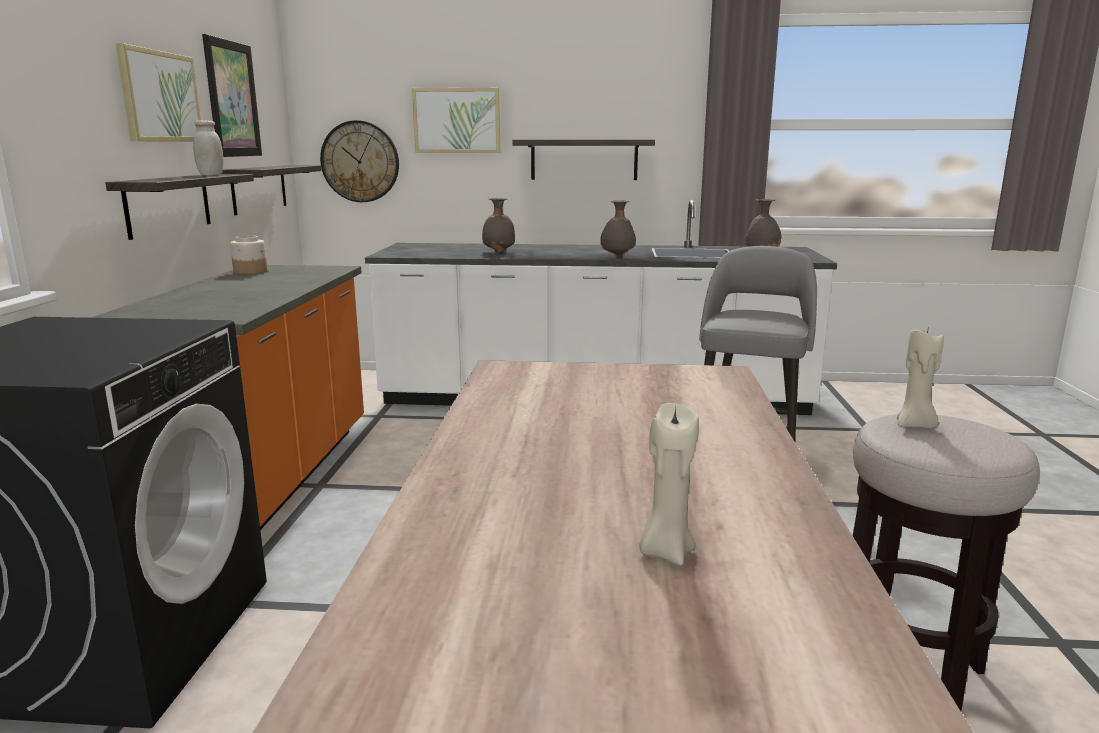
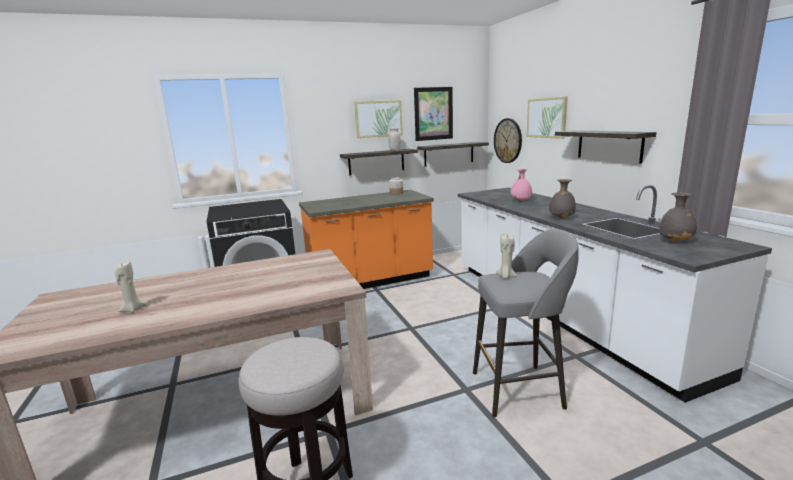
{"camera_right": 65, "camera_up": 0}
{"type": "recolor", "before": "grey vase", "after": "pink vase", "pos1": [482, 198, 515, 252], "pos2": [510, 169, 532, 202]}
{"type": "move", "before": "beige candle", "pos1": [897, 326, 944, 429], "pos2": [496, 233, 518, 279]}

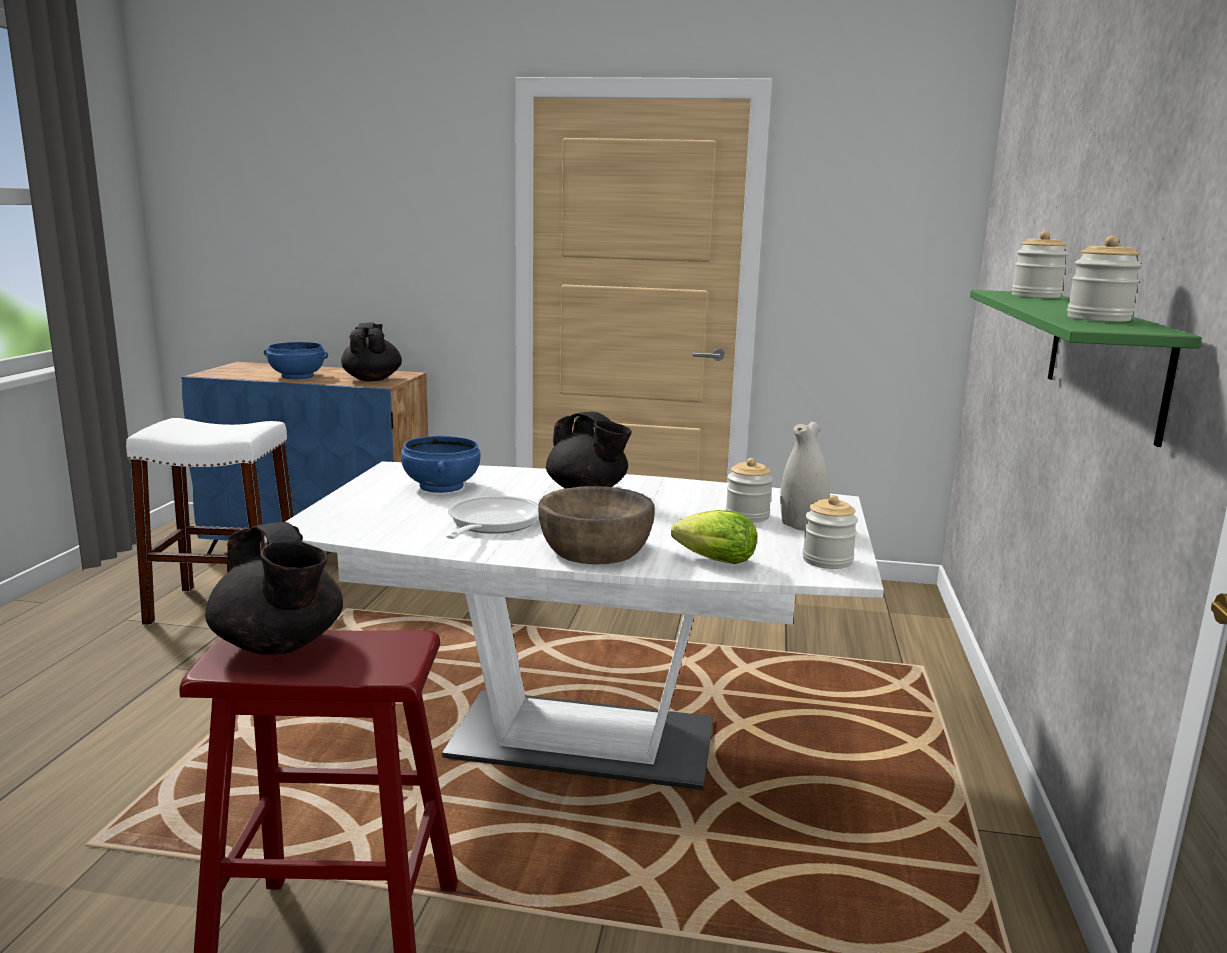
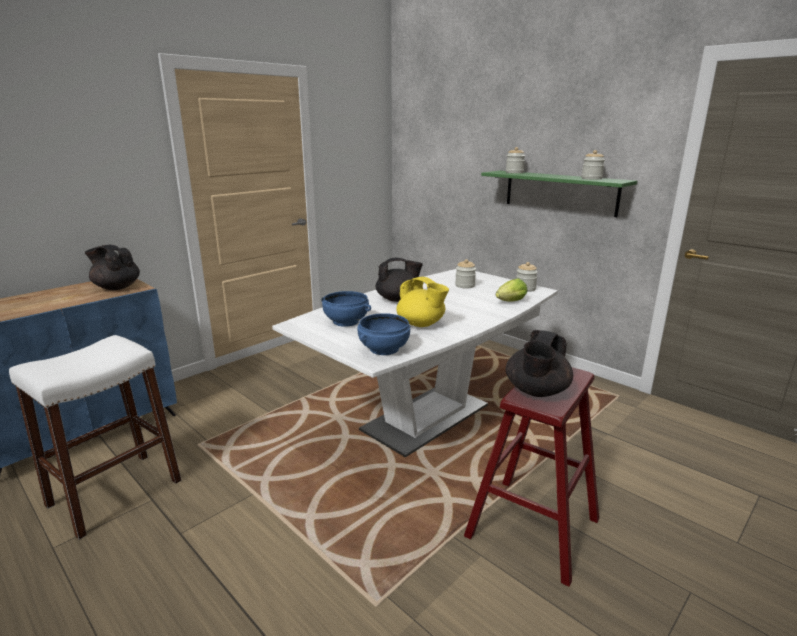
{"camera_right": -55, "camera_up": 5}
{"type": "move", "before": "blue bowl", "pos1": [264, 342, 328, 379], "pos2": [357, 313, 410, 355]}
{"type": "delete", "before": "white vase", "pos1": [780, 422, 830, 531]}
{"type": "delete", "before": "brown bowl", "pos1": [538, 486, 655, 564]}
{"type": "replace", "before": "frying pan", "after": "yellow teapot", "pos1": [446, 496, 539, 539], "pos2": [397, 277, 449, 327]}
{"type": "rotate", "before": "black teapot", "pos1": [205, 522, 343, 655], "pos2": [506, 330, 573, 397], "turn": 120}

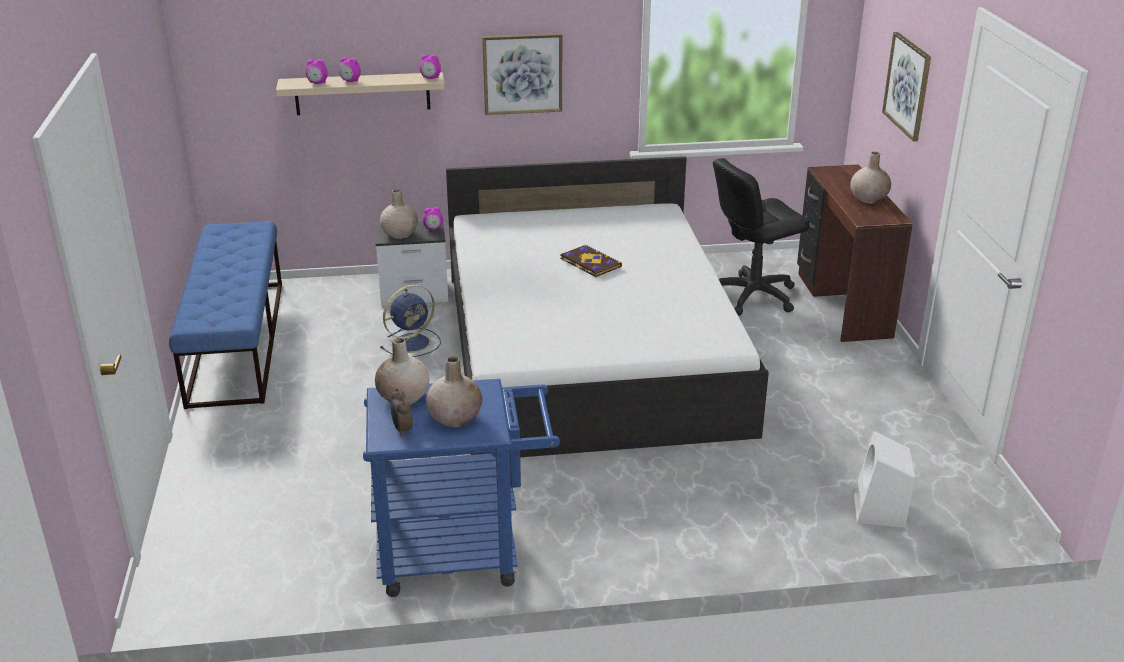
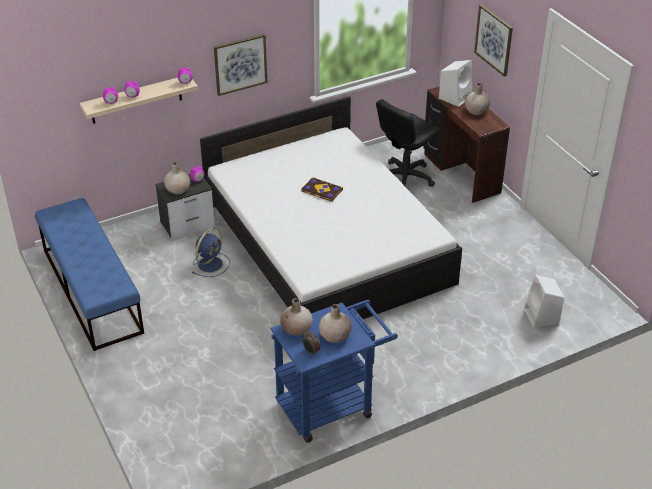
{"camera_right": -20, "camera_up": 10}
{"type": "insert", "after": "white speaker", "pos2": [439, 60, 472, 107]}

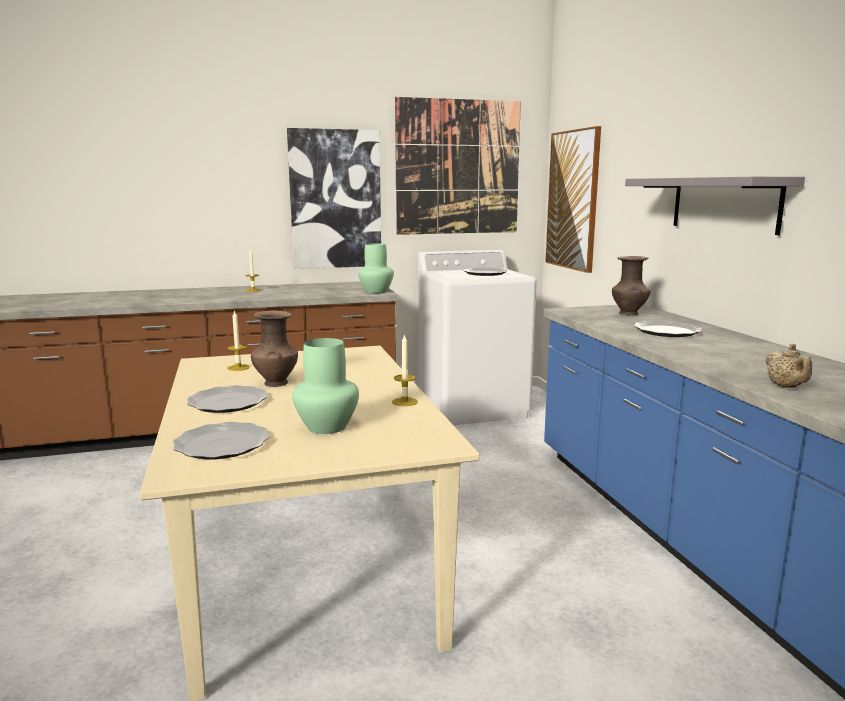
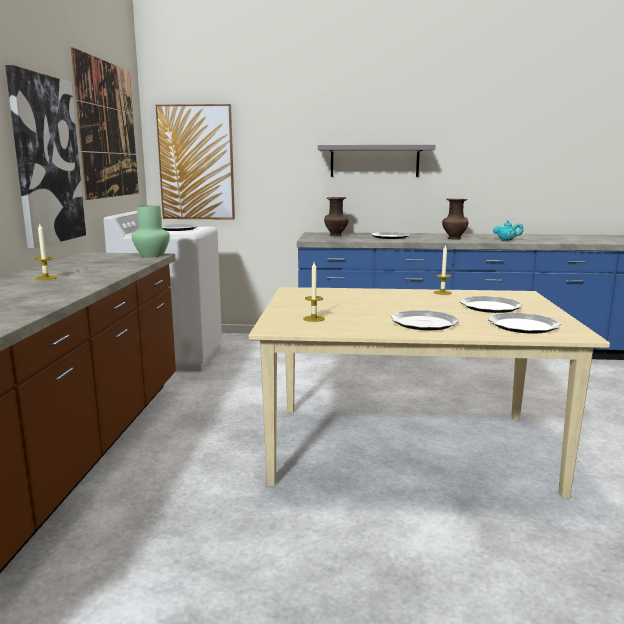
{"camera_right": -70, "camera_up": 0}
{"type": "move", "before": "brown vase", "pos1": [251, 310, 298, 387], "pos2": [442, 198, 469, 240]}
{"type": "replace", "before": "green vase", "after": "plate", "pos1": [292, 338, 359, 434], "pos2": [460, 296, 522, 313]}
{"type": "recolor", "before": "beige teapot", "after": "turquoise teapot", "pos1": [765, 344, 812, 388], "pos2": [493, 220, 523, 241]}

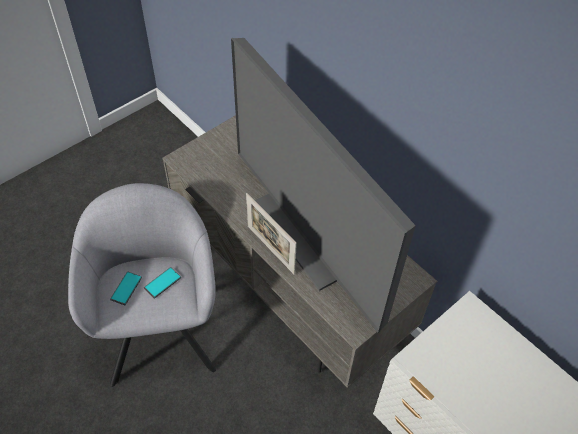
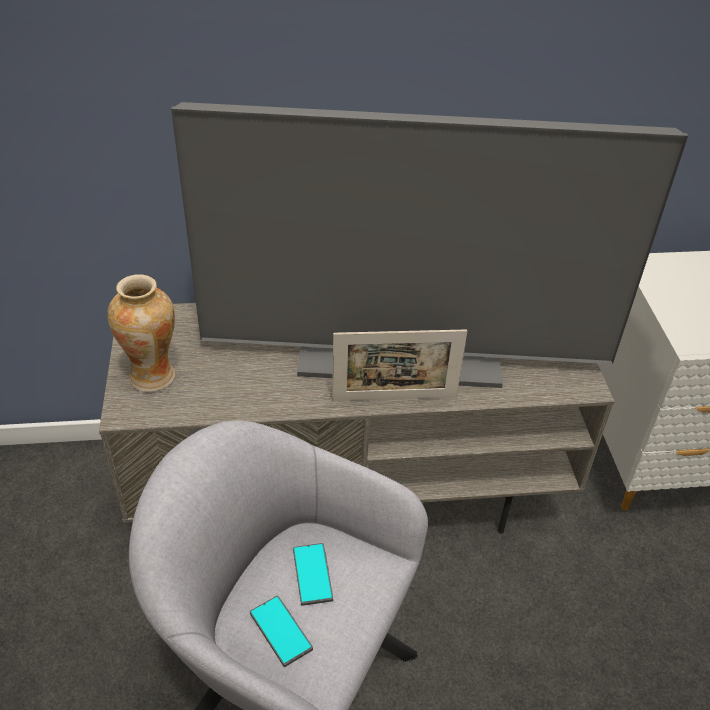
{"camera_right": -55, "camera_up": -10}
{"type": "insert", "after": "vase", "pos2": [107, 274, 175, 392]}

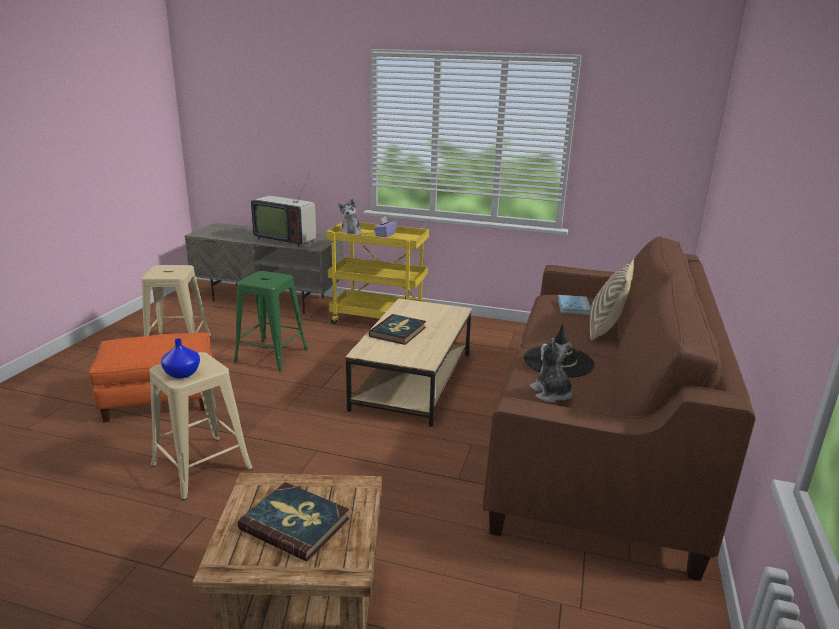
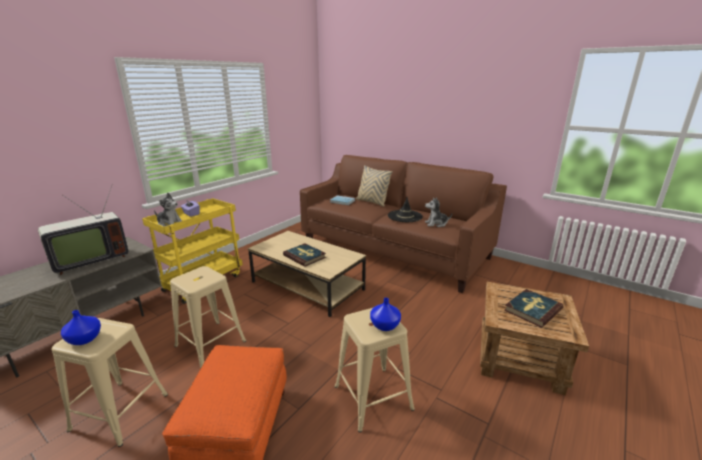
{"camera_right": -70, "camera_up": 0}
{"type": "recolor", "before": "green stool", "after": "beige stool", "pos1": [233, 271, 308, 372], "pos2": [170, 266, 246, 369]}
{"type": "insert", "after": "blue vase", "pos2": [61, 310, 101, 345]}

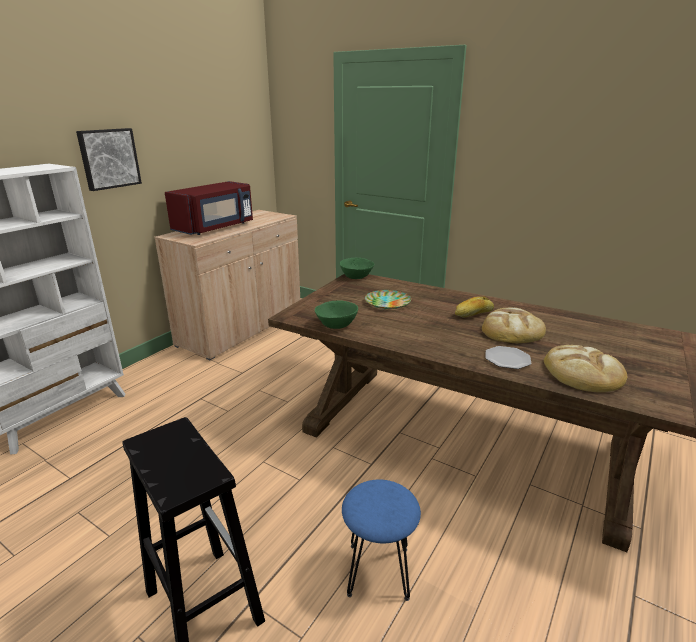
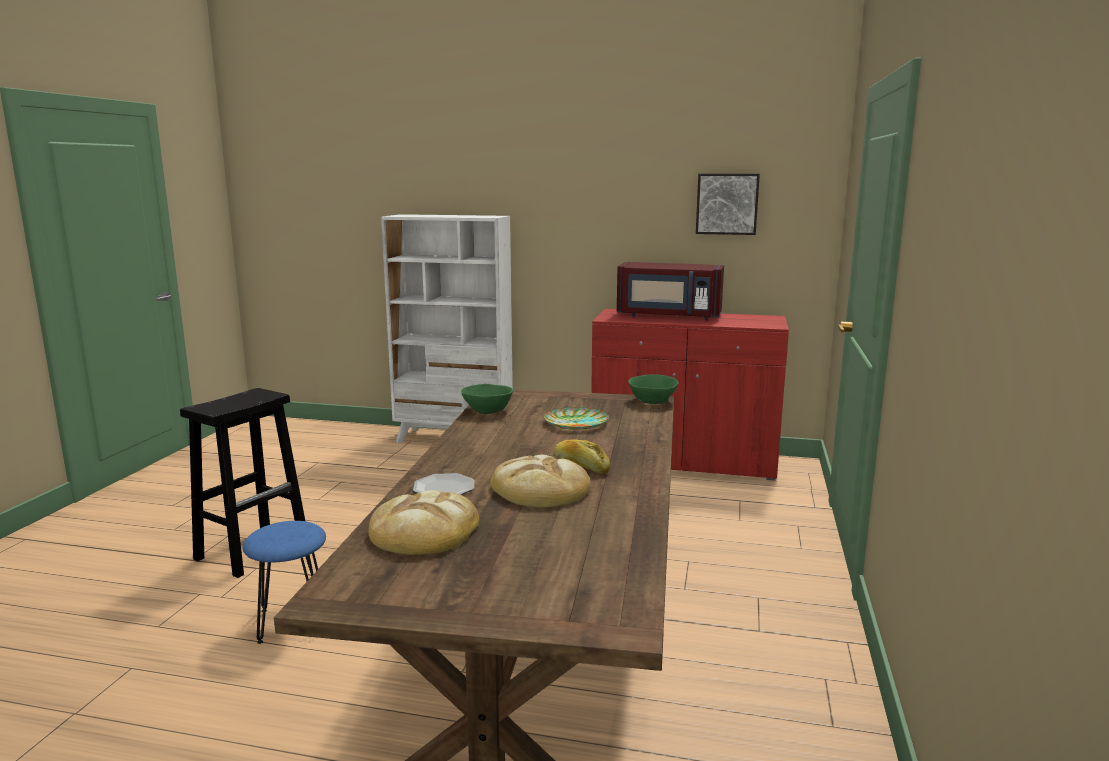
{"camera_right": 70, "camera_up": -10}
{"type": "move", "before": "picture", "pos1": [76, 128, 142, 191], "pos2": [696, 174, 760, 235]}
{"type": "recolor", "before": "beige cabinet", "after": "red cabinet", "pos1": [154, 210, 300, 360], "pos2": [591, 309, 789, 481]}

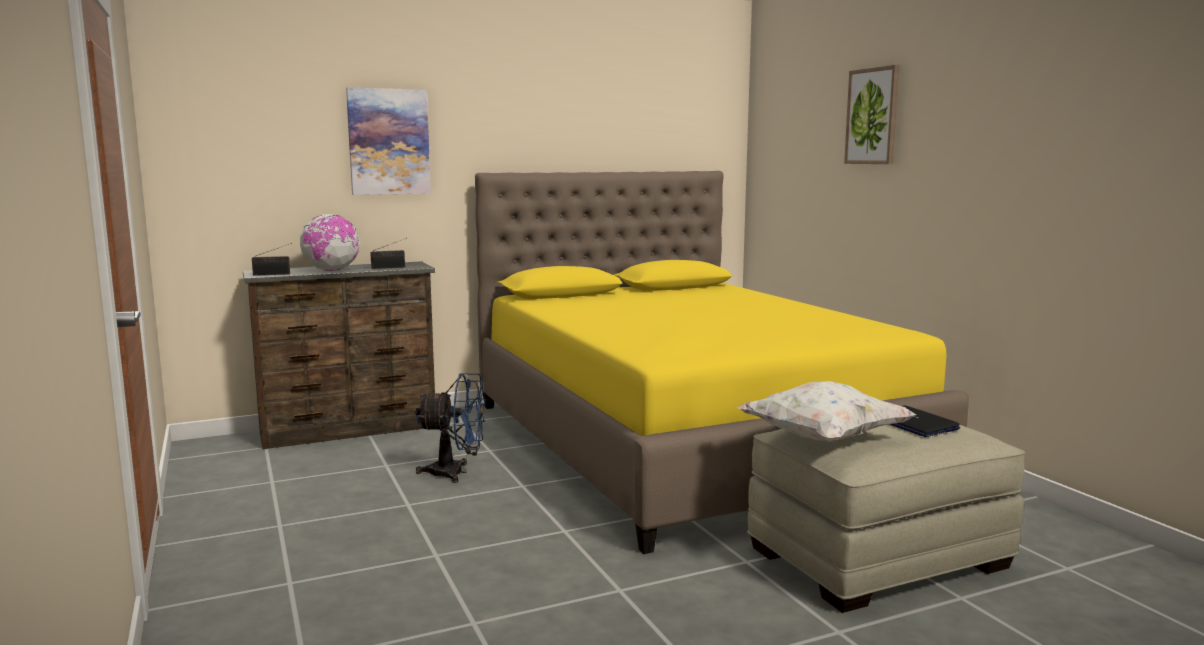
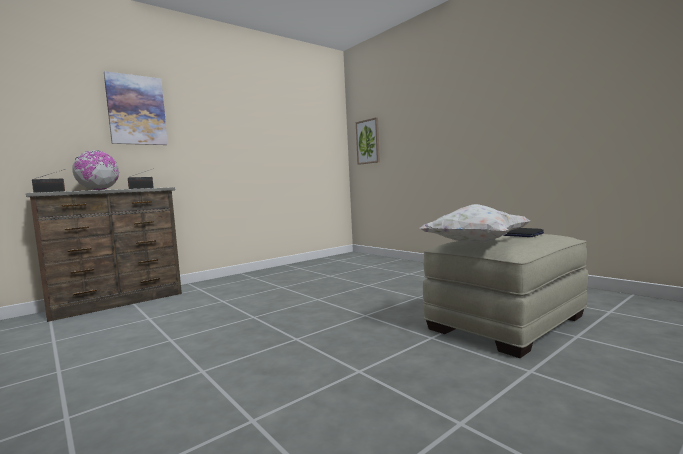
{"camera_right": -15, "camera_up": -5}
{"type": "move", "before": "picture", "pos1": [844, 65, 899, 164], "pos2": [356, 117, 380, 165]}
{"type": "delete", "before": "yellow bed", "pos1": [475, 171, 969, 554]}
{"type": "delete", "before": "blue fan", "pos1": [415, 373, 485, 483]}

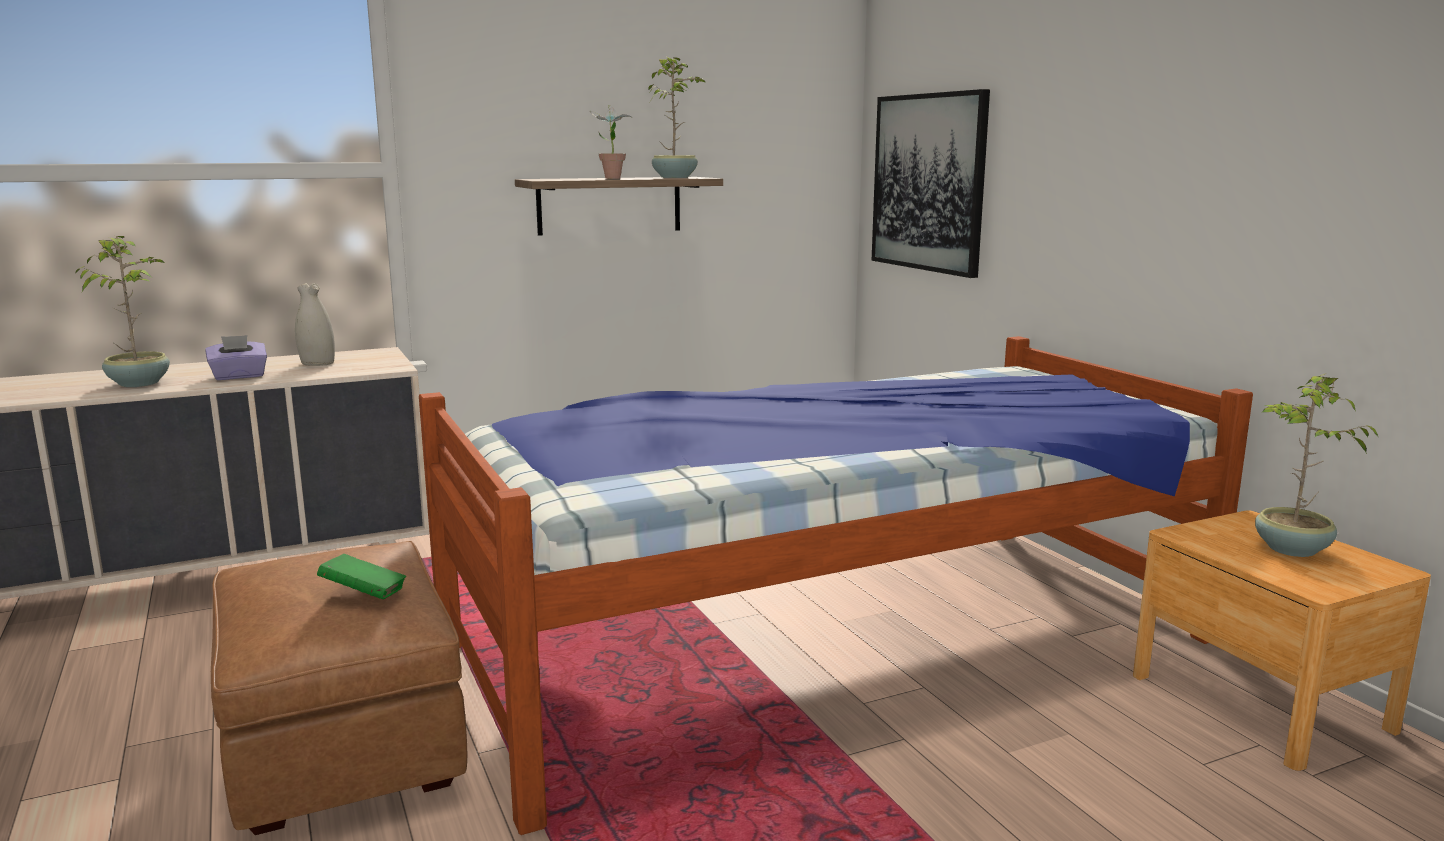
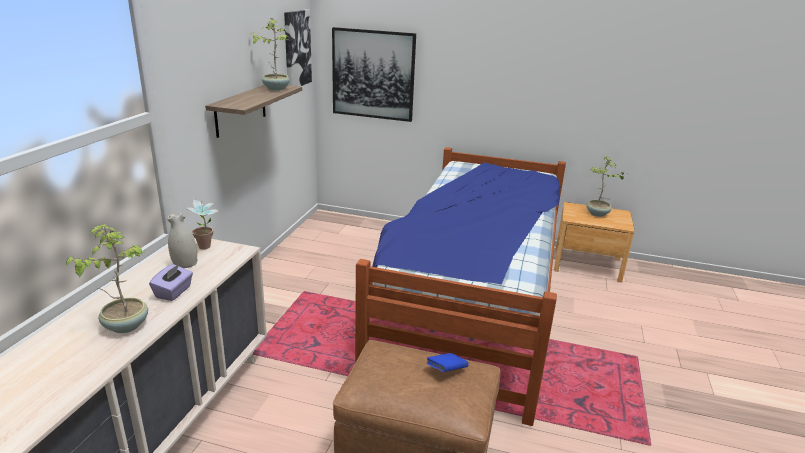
{"camera_right": -50, "camera_up": 10}
{"type": "move", "before": "potted plant", "pos1": [589, 105, 633, 179], "pos2": [185, 197, 219, 249]}
{"type": "recolor", "before": "green book", "after": "blue book", "pos1": [317, 554, 406, 599], "pos2": [426, 353, 468, 372]}
{"type": "insert", "after": "picture", "pos2": [284, 10, 312, 86]}

